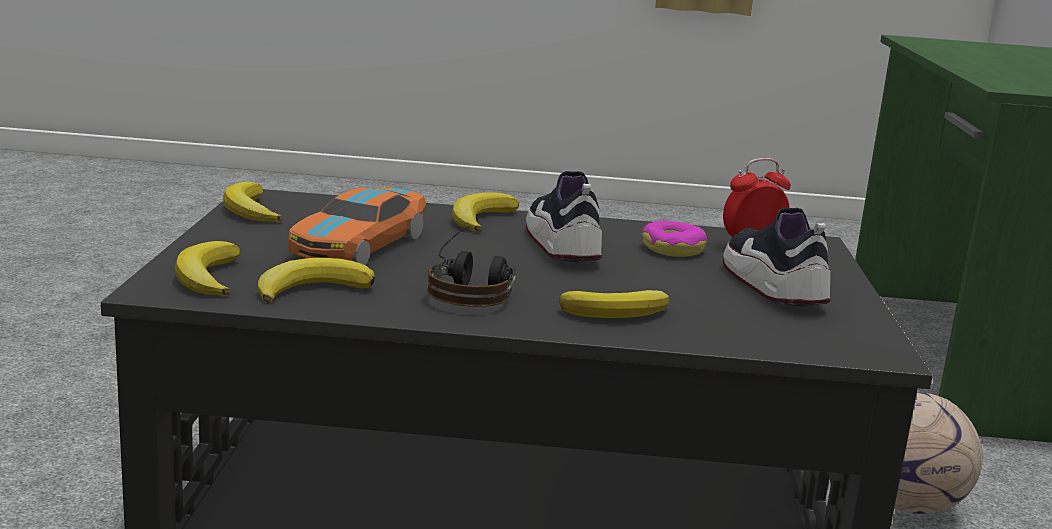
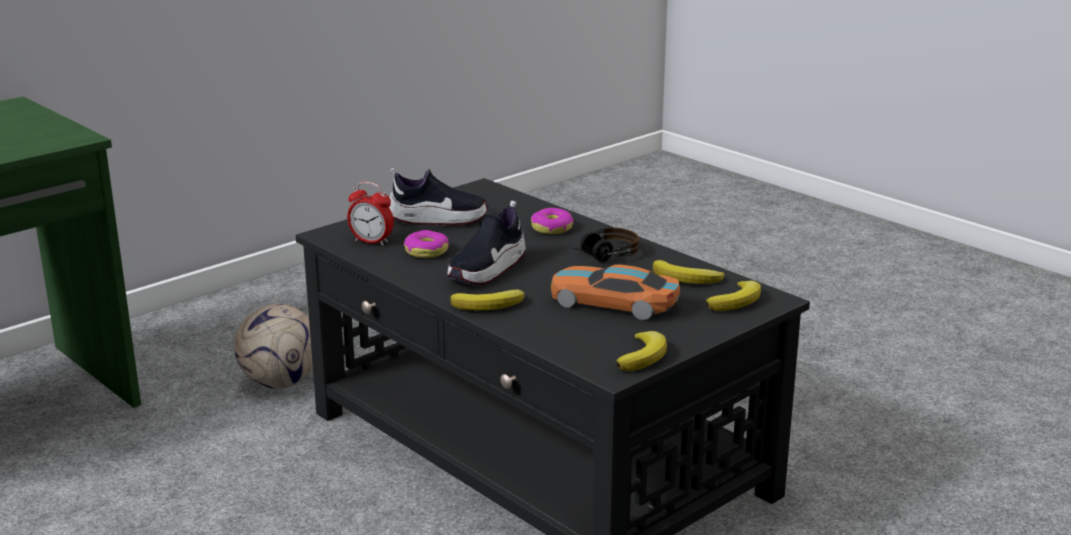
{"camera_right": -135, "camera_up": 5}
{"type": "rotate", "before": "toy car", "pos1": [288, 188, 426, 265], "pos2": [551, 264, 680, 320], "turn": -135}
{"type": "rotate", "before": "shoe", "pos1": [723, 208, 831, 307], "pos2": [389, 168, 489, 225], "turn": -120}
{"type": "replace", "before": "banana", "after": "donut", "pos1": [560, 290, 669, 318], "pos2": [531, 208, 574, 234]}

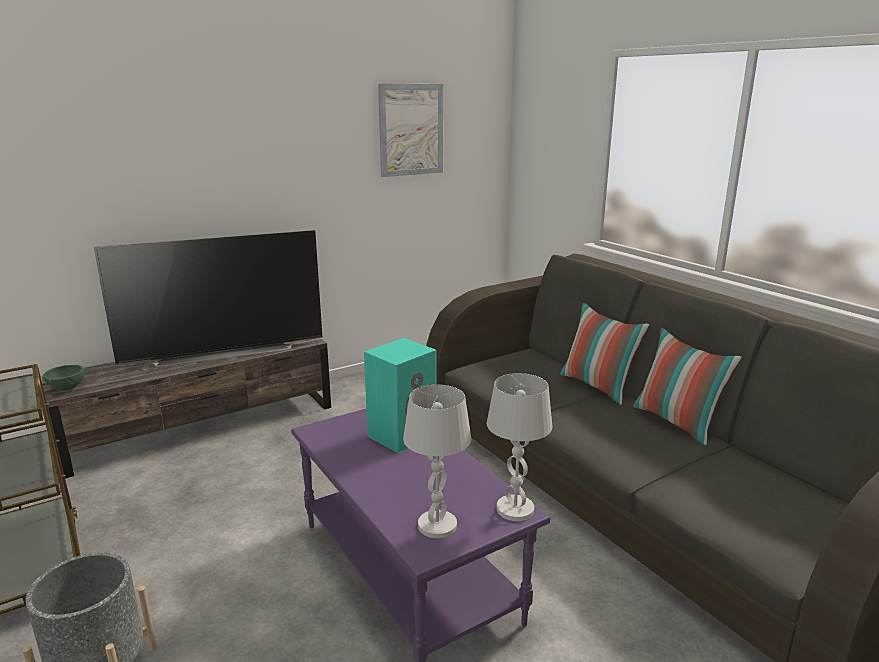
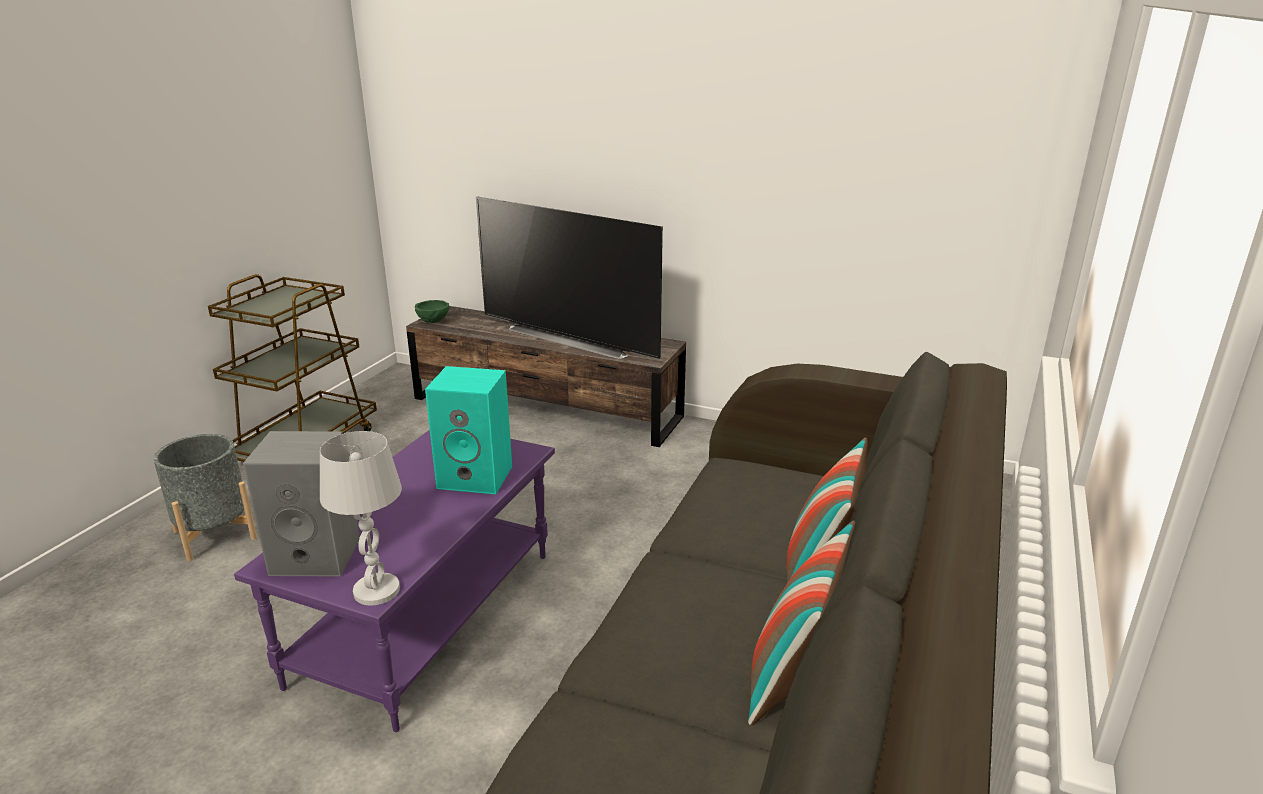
{"camera_right": 55, "camera_up": 5}
{"type": "delete", "before": "picture", "pos1": [378, 84, 443, 177]}
{"type": "replace", "before": "white table lamp", "after": "grey speaker", "pos1": [403, 385, 471, 538], "pos2": [243, 431, 360, 577]}

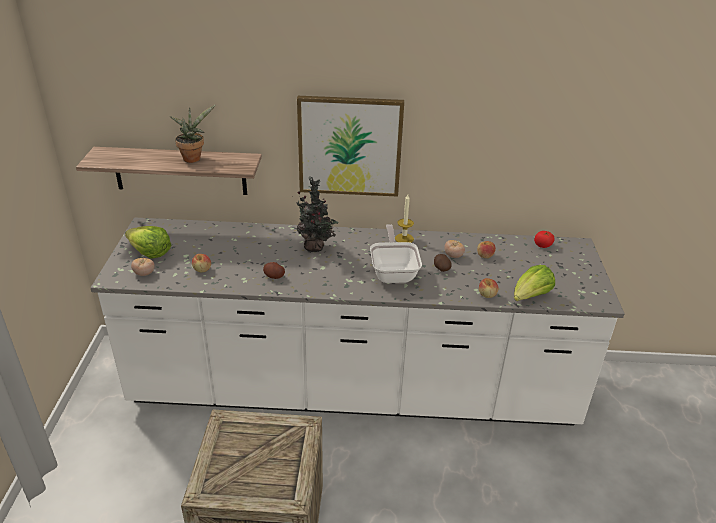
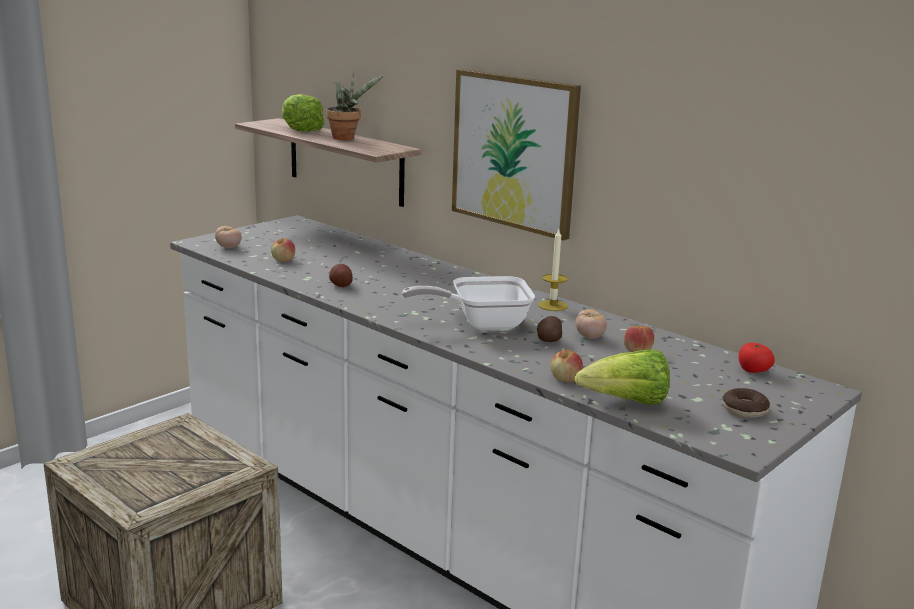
{"camera_right": 40, "camera_up": -15}
{"type": "delete", "before": "potted plant", "pos1": [292, 176, 338, 252]}
{"type": "rotate", "before": "frying pan", "pos1": [370, 224, 422, 283], "pos2": [402, 276, 535, 330], "turn": -135}
{"type": "move", "before": "lettuce", "pos1": [125, 226, 171, 259], "pos2": [282, 94, 325, 132]}
{"type": "insert", "after": "donut", "pos2": [722, 388, 770, 418]}

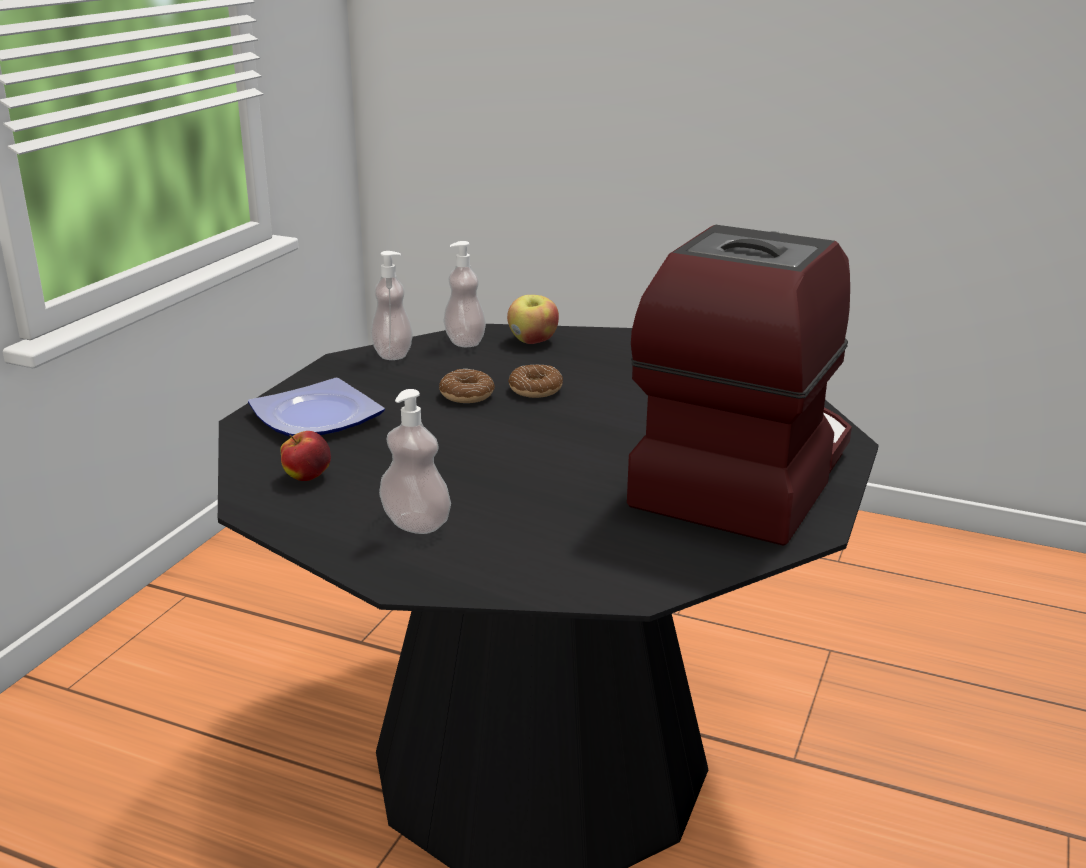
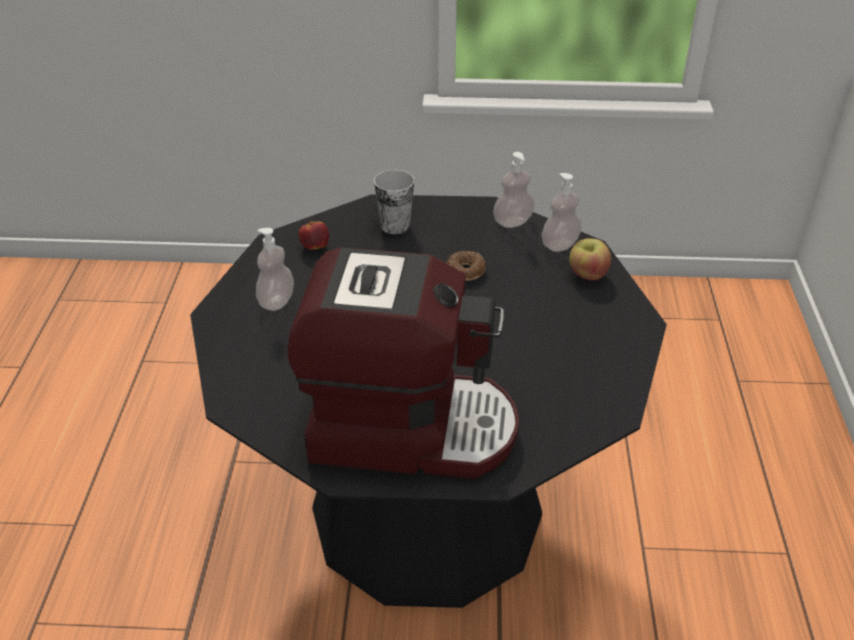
{"camera_right": 70, "camera_up": 15}
{"type": "delete", "before": "donut", "pos1": [508, 364, 563, 398]}
{"type": "replace", "before": "plate", "after": "cup", "pos1": [248, 378, 385, 437], "pos2": [374, 170, 414, 234]}

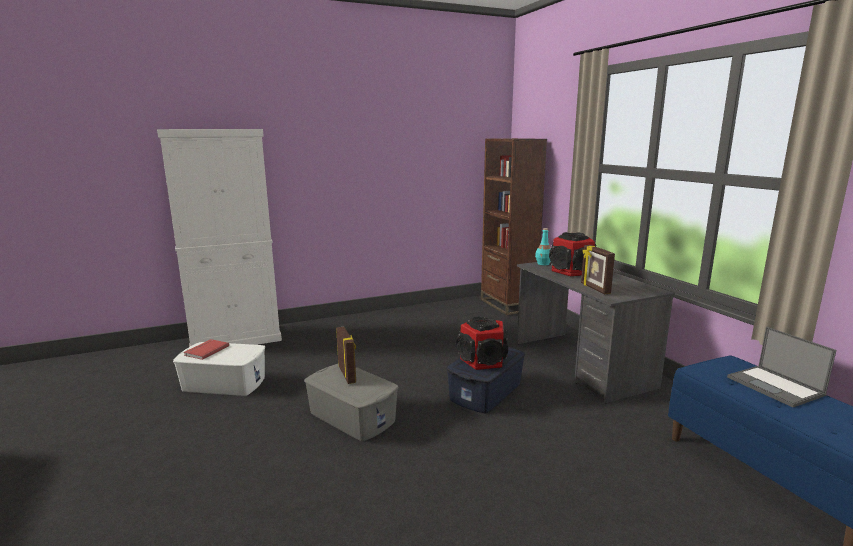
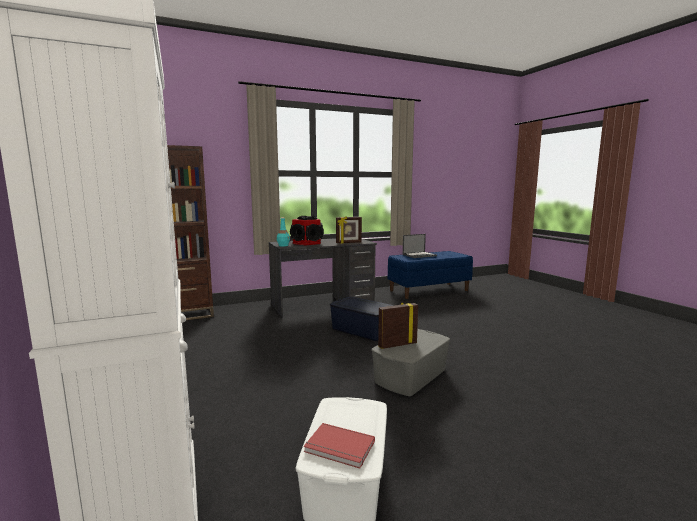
{"camera_right": -90, "camera_up": -5}
{"type": "delete", "before": "speaker", "pos1": [456, 317, 508, 370]}

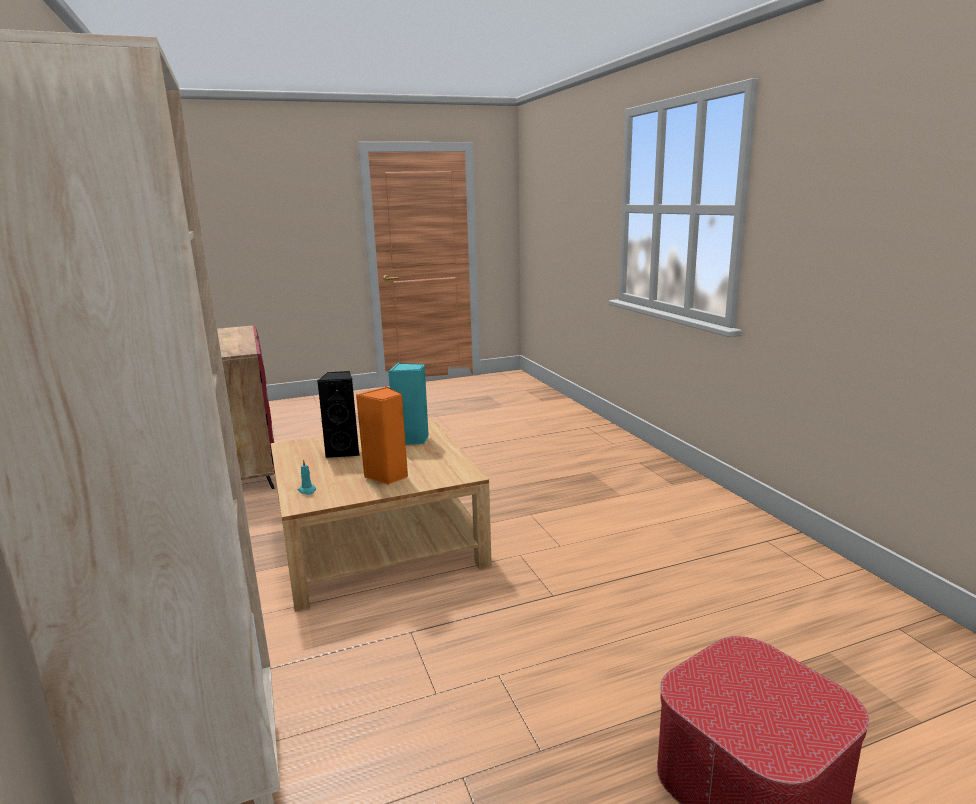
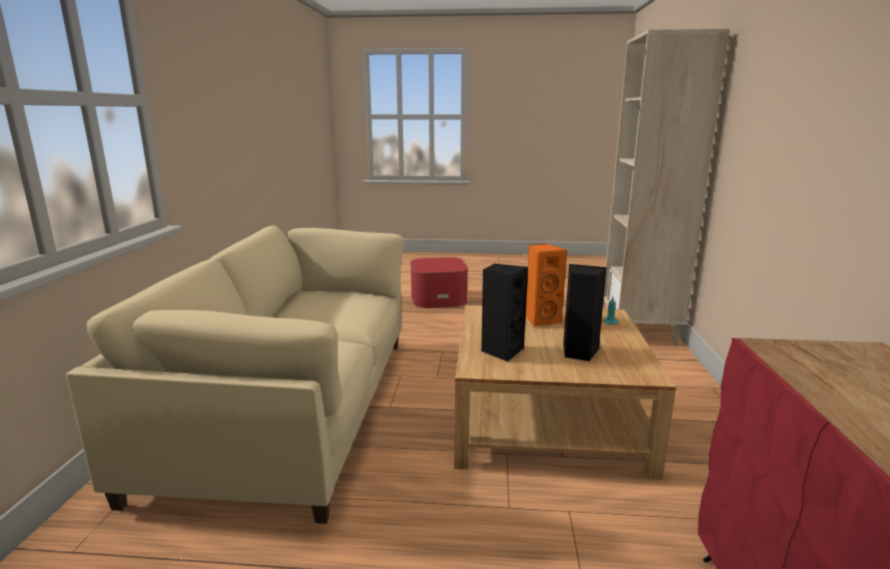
{"camera_right": -155, "camera_up": 0}
{"type": "recolor", "before": "turquoise speaker", "after": "black speaker", "pos1": [388, 363, 429, 445], "pos2": [481, 264, 528, 362]}
{"type": "insert", "after": "beige sofa", "pos2": [66, 226, 404, 524]}

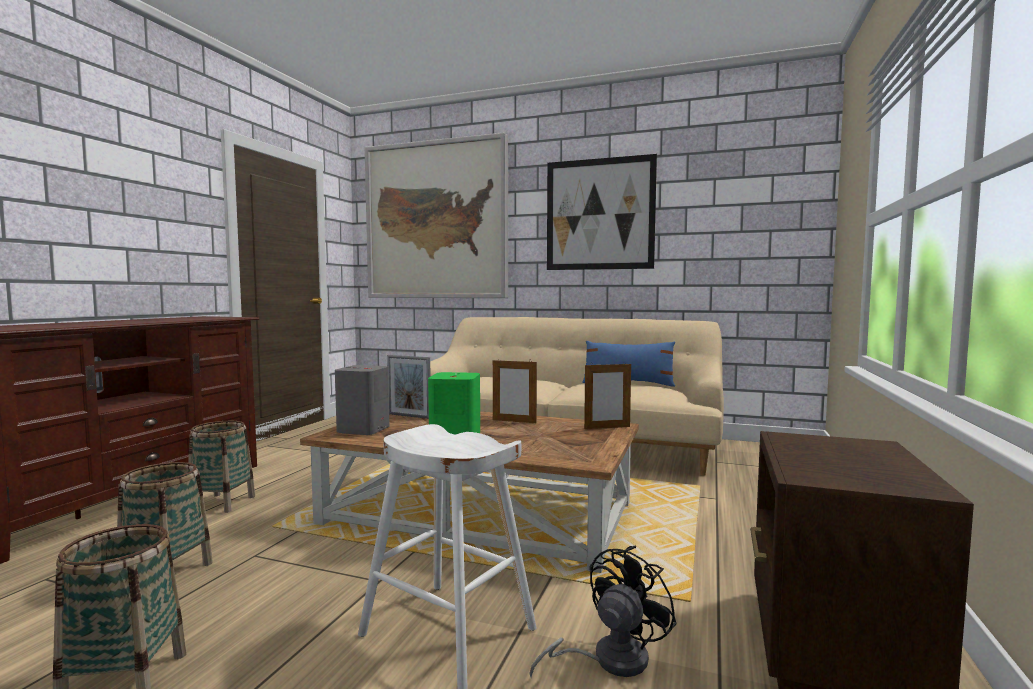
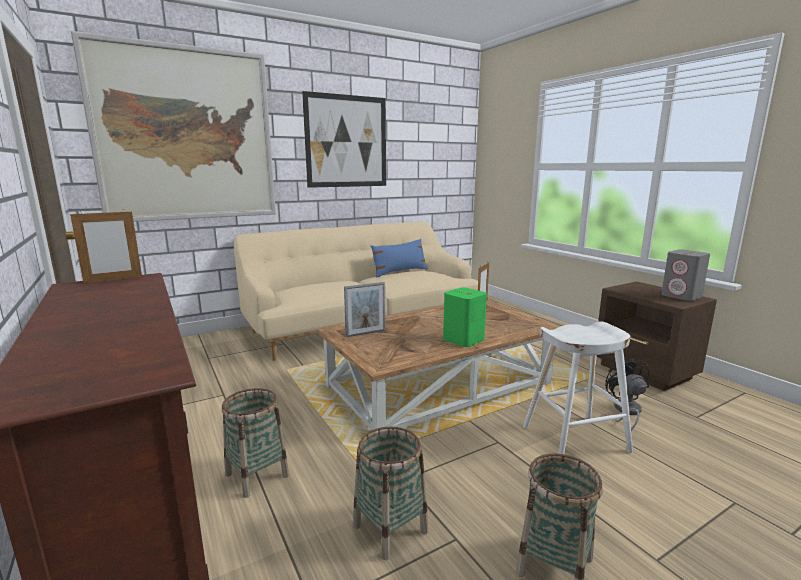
{"camera_right": -50, "camera_up": 10}
{"type": "move", "before": "picture frame", "pos1": [493, 358, 537, 423], "pos2": [70, 210, 142, 283]}
{"type": "move", "before": "grey speaker", "pos1": [335, 365, 389, 435], "pos2": [661, 249, 710, 301]}

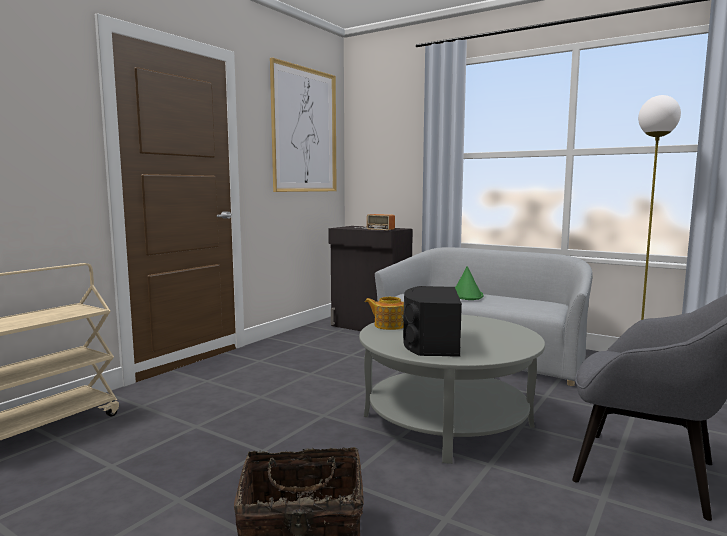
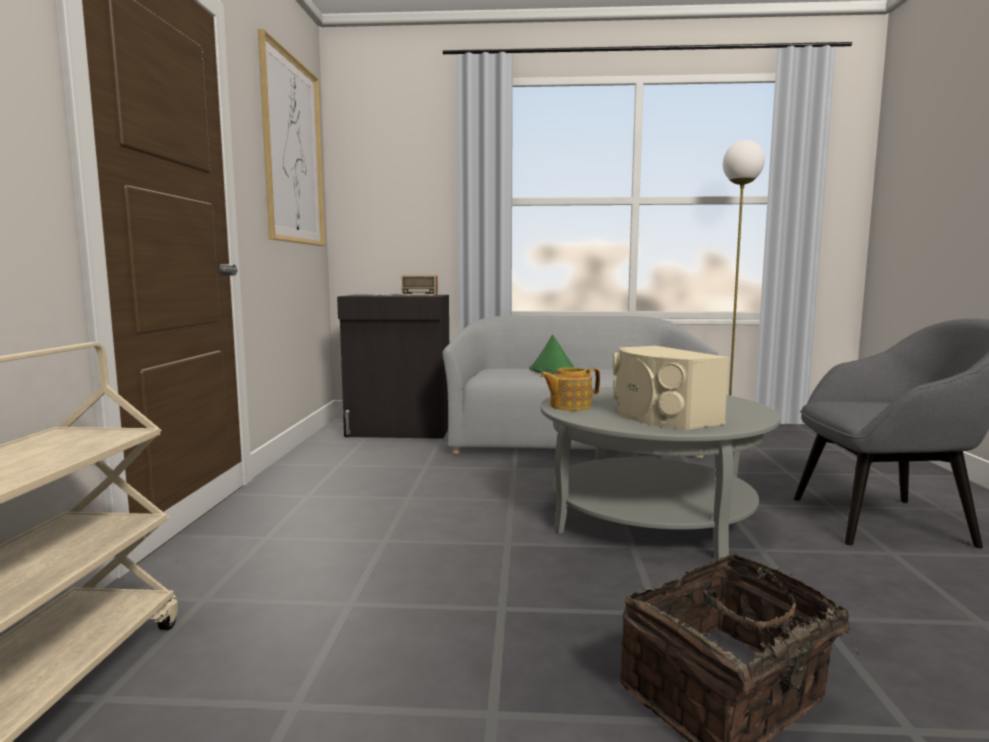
{"camera_right": -30, "camera_up": 0}
{"type": "recolor", "before": "black speaker", "after": "beige speaker", "pos1": [403, 286, 462, 357], "pos2": [613, 346, 729, 430]}

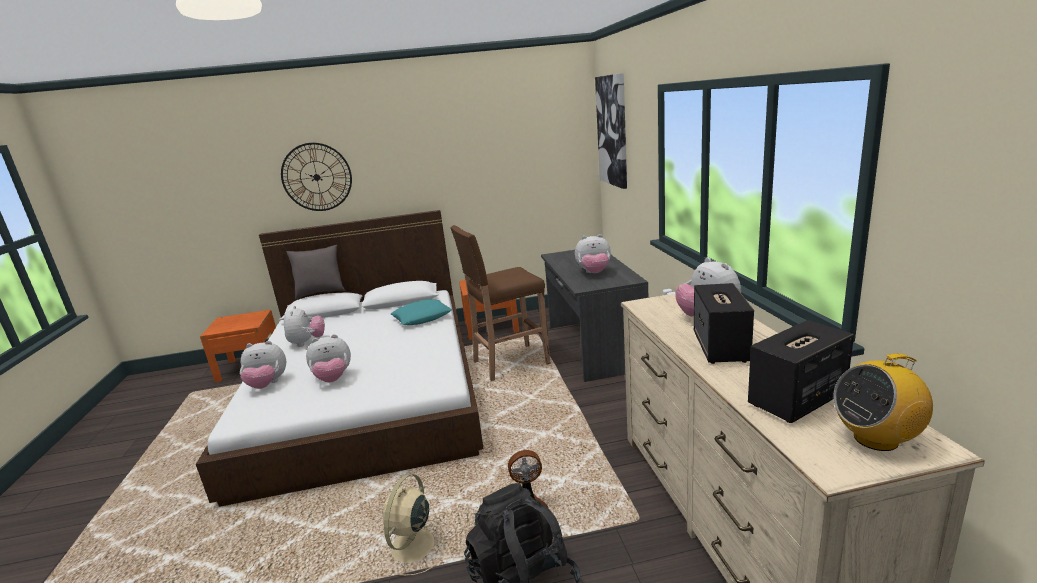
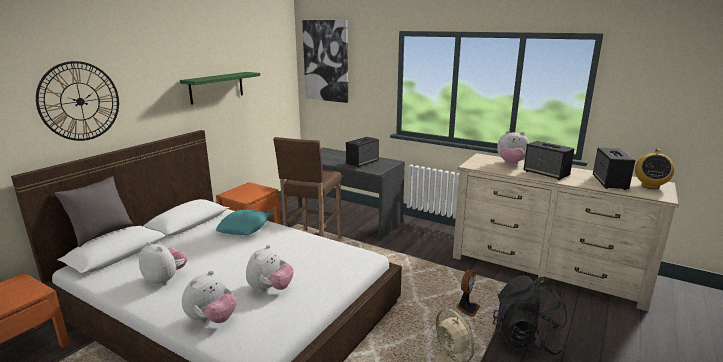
{"camera_right": -50, "camera_up": 0}
{"type": "replace", "before": "plush toy", "after": "speaker", "pos1": [575, 234, 611, 273], "pos2": [346, 137, 379, 167]}
{"type": "insert", "after": "green shelf", "pos2": [180, 72, 260, 105]}

